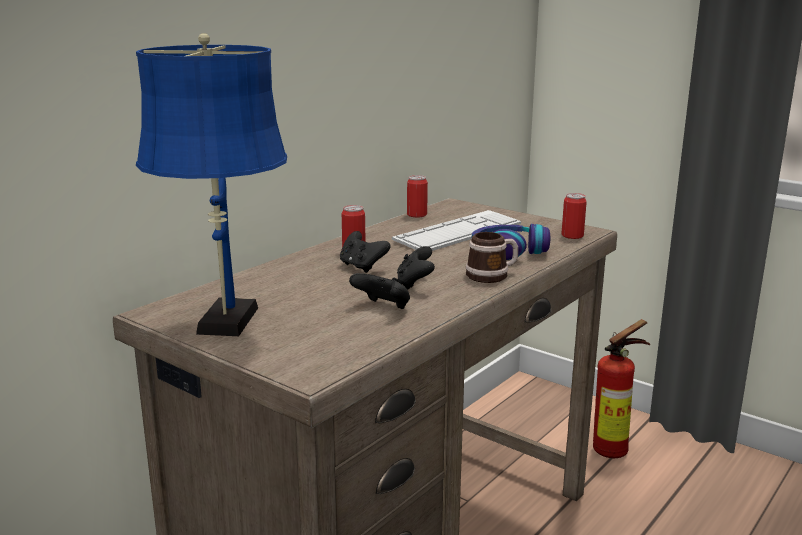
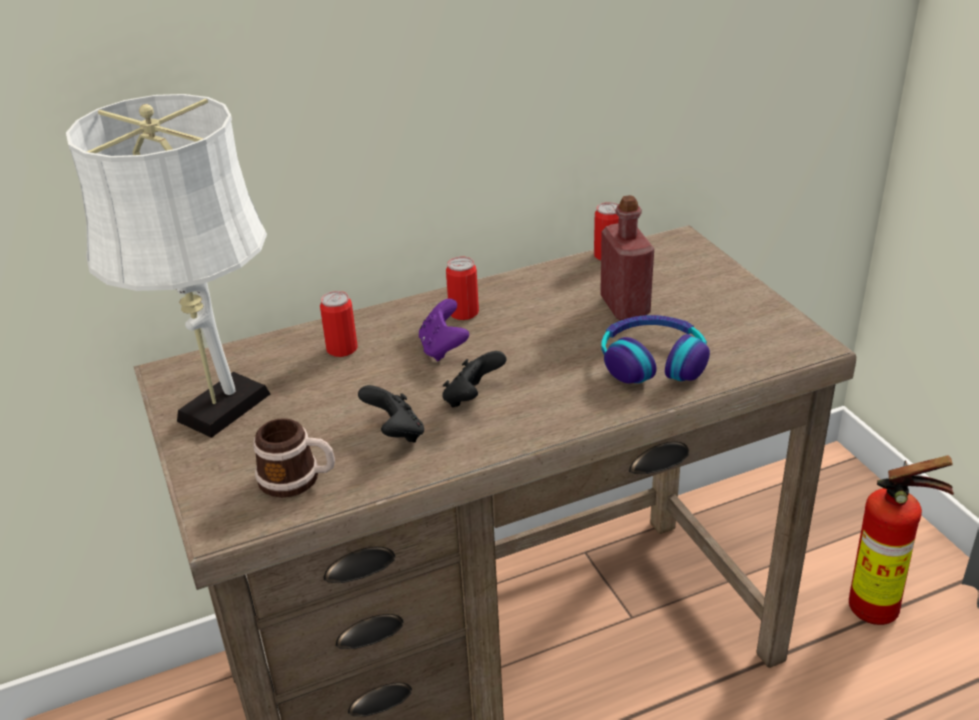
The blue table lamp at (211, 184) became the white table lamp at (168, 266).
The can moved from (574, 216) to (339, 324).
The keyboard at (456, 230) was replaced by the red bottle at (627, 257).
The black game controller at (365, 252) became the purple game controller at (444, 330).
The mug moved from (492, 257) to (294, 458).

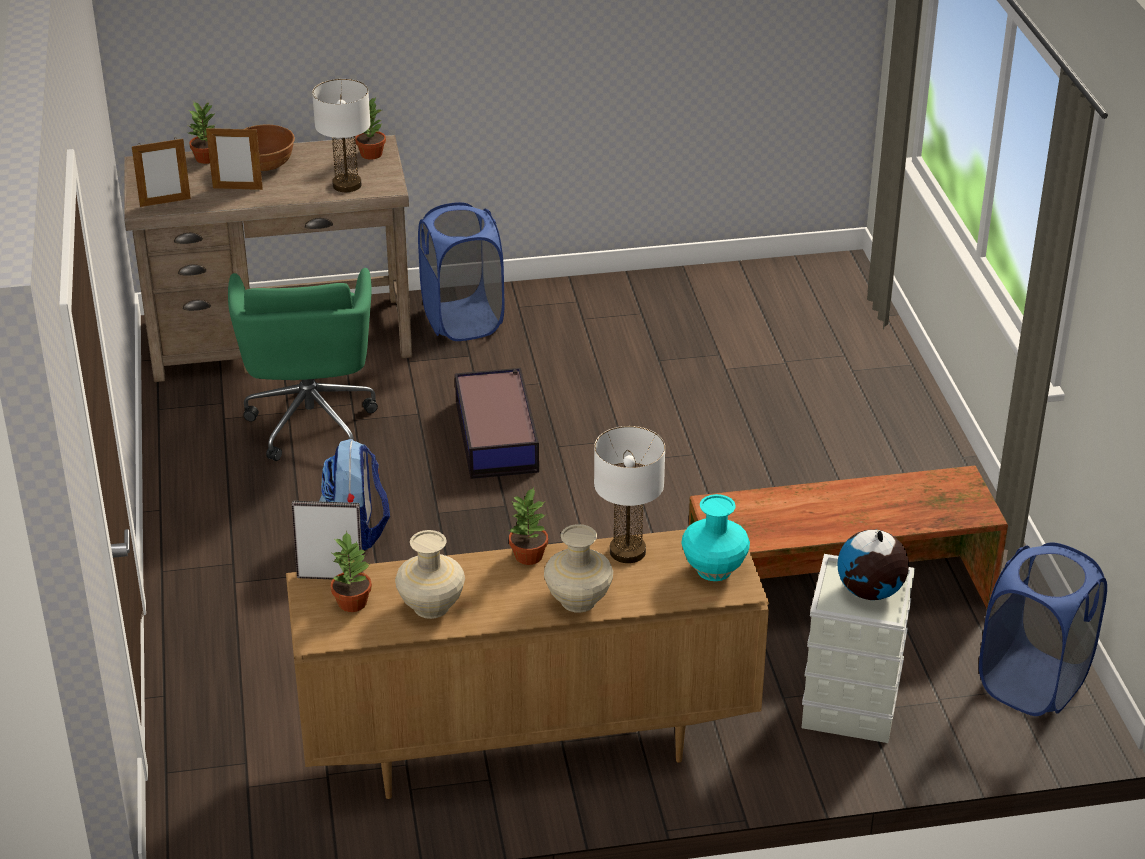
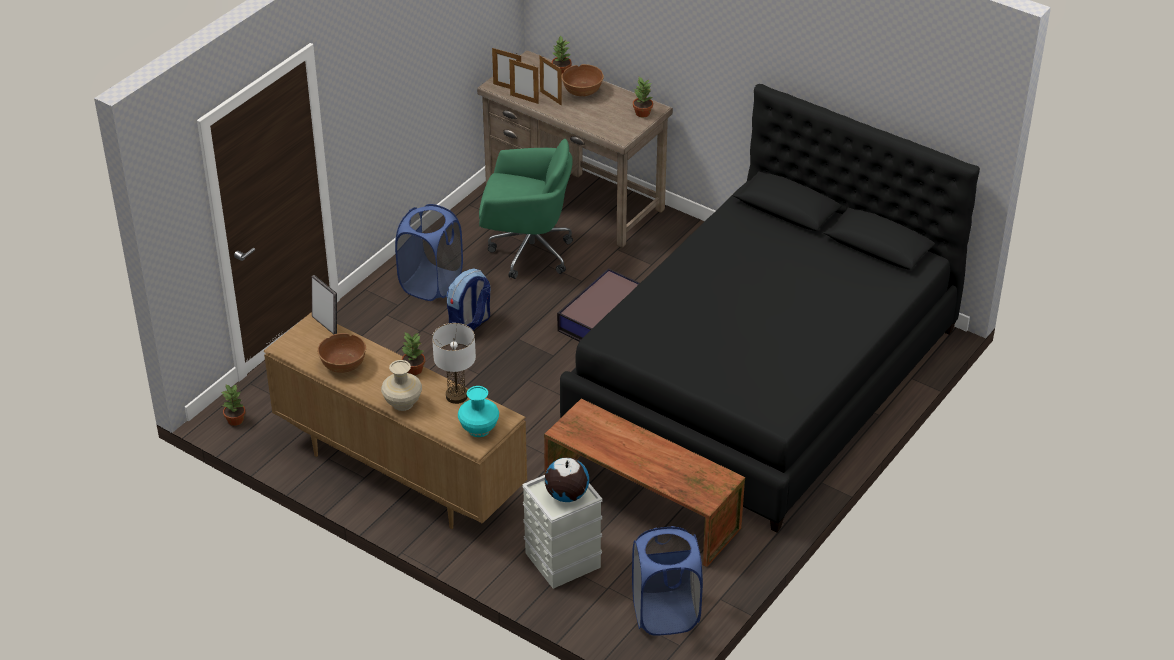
The table lamp at (341, 135) disappeared.
The blue laundry basket moved from (461, 271) to (429, 252).
The green office chair at (303, 364) turned 120 degrees counterclockwise.
The beige vase at (430, 574) was replaced by the brown bowl at (341, 353).
The potted plant moved from (351, 571) to (233, 405).
The picture frame at (524, 81) appeared.
The black bed at (770, 308) appeared.

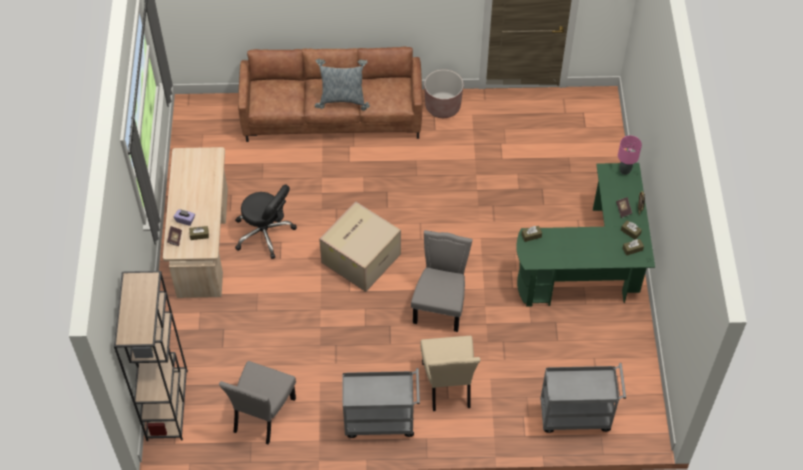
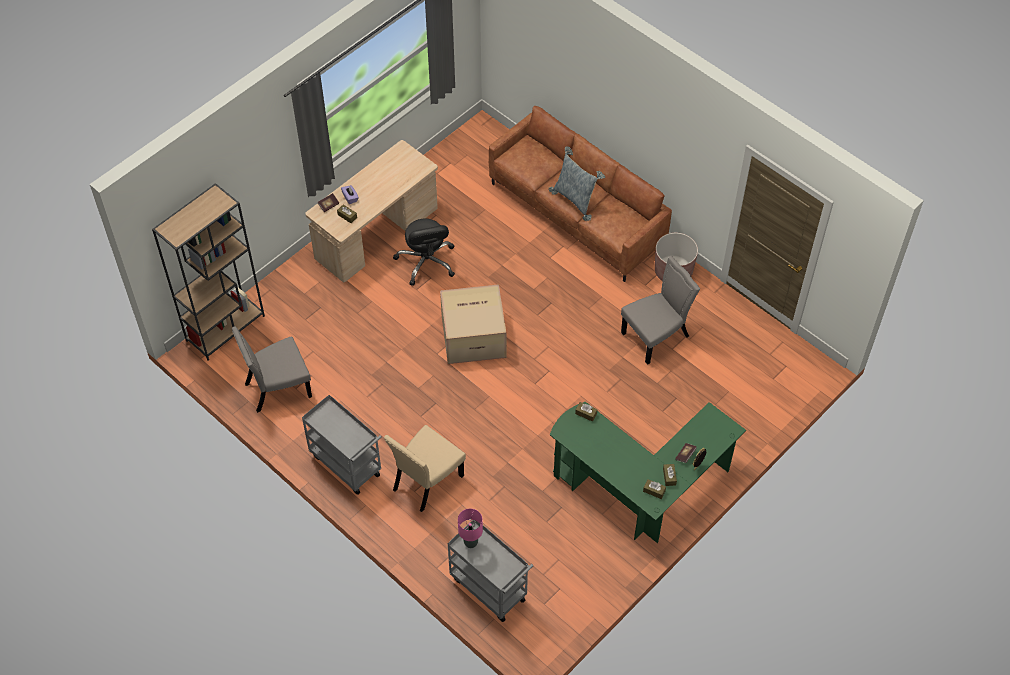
The pink table lamp moved from (630, 155) to (470, 528).
The grey chair moved from (441, 281) to (660, 310).

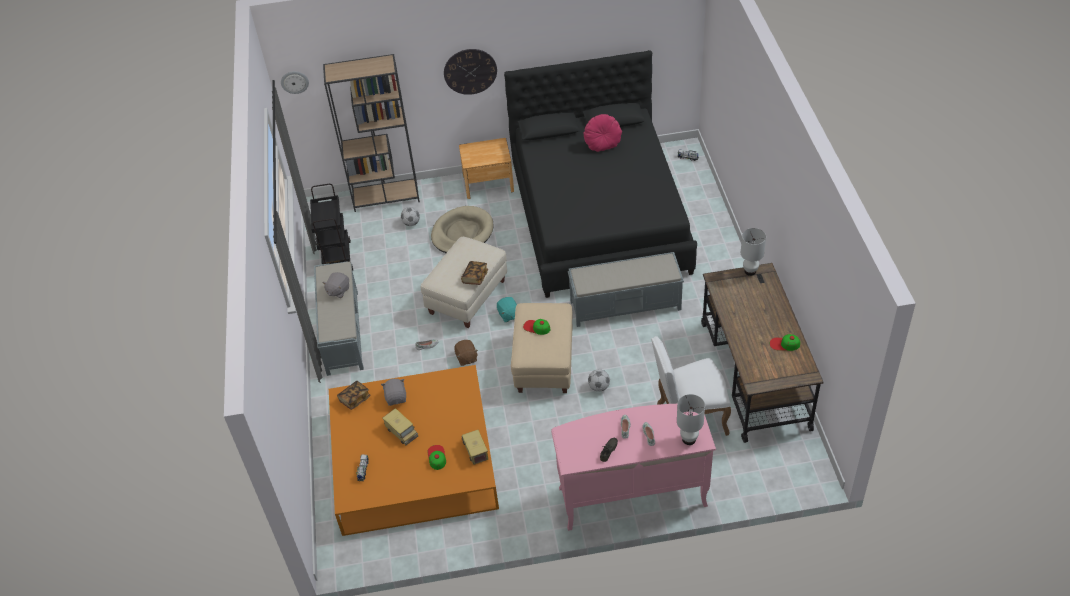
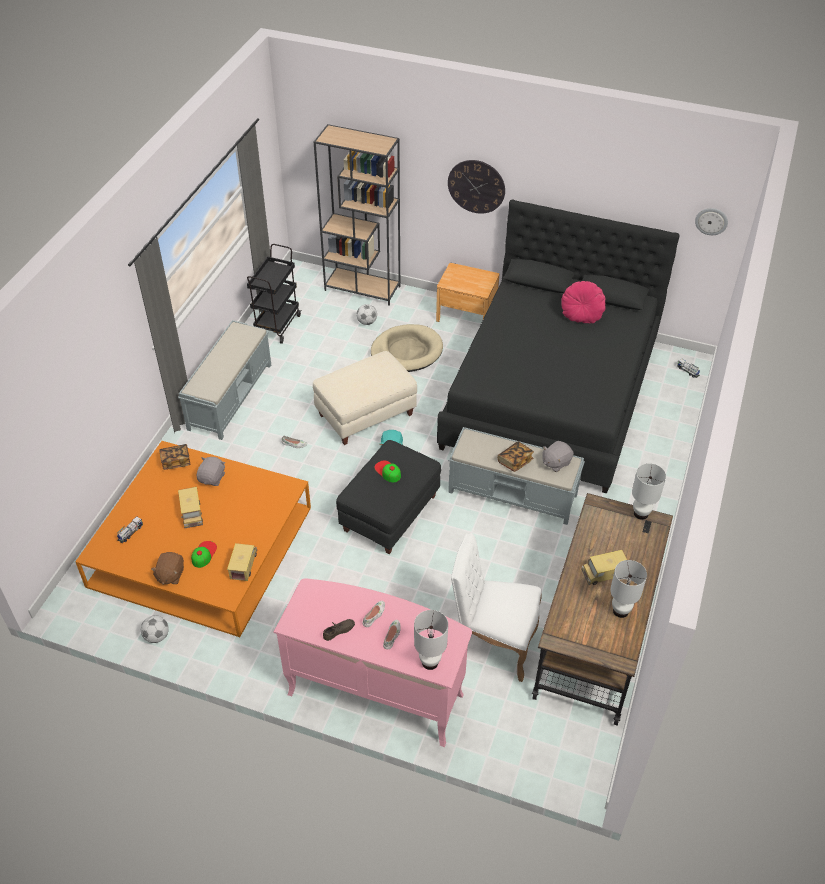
The wall clock moved from (295, 82) to (711, 221).
The book moved from (474, 273) to (516, 457).
The grey plush toy moved from (335, 285) to (558, 456).
The beige ottoman at (541, 348) became the black ottoman at (388, 497).
The cap at (785, 342) was replaced by the white table lamp at (628, 589).
The brown plush toy moved from (466, 353) to (167, 568).
The football moved from (599, 380) to (155, 629).
The toy truck at (604, 567) appeared.

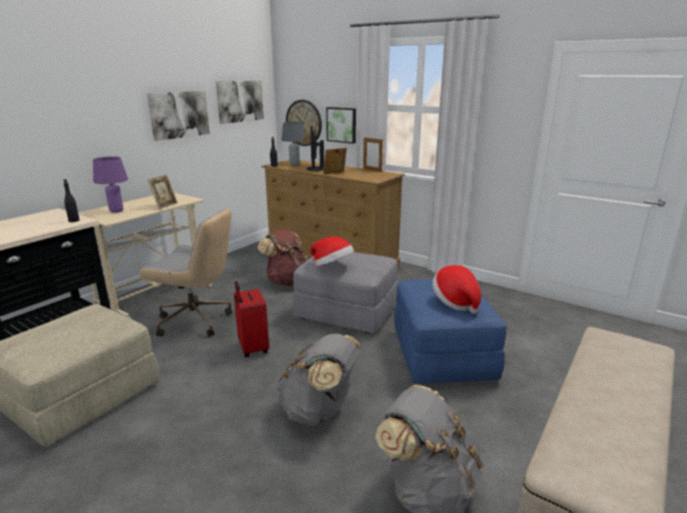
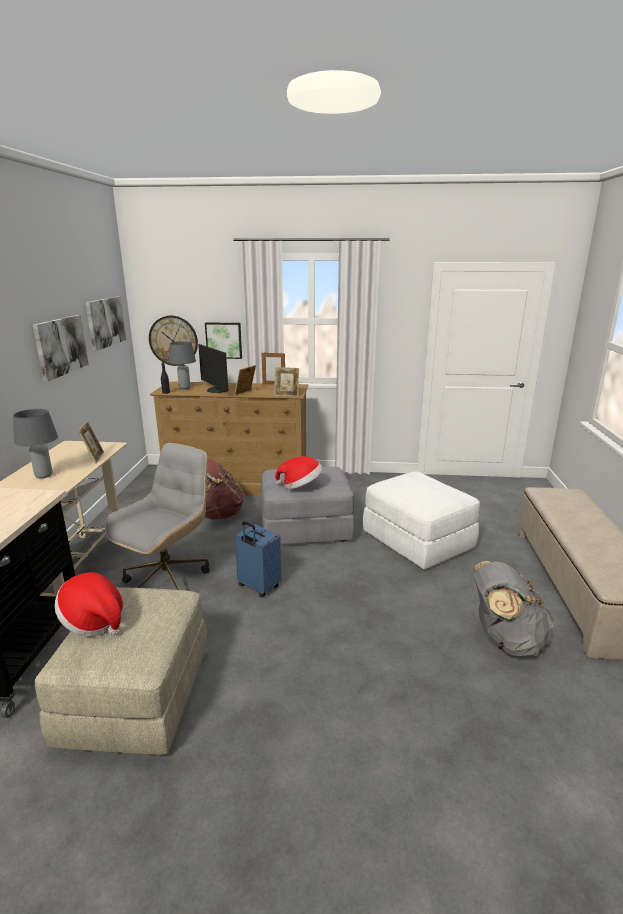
The purple table lamp at (110, 184) became the grey table lamp at (35, 444).
The black bottle at (71, 200) disappeared.
The grey office chair at (185, 273) turned 45 degrees counterclockwise.
The hat moved from (456, 289) to (89, 604).
The blue ottoman at (450, 331) became the white ottoman at (421, 520).
The red suitcase at (251, 319) became the blue suitcase at (258, 559).
The grey backpack at (318, 379) disappeared.
The picture frame at (286, 382) appeared.

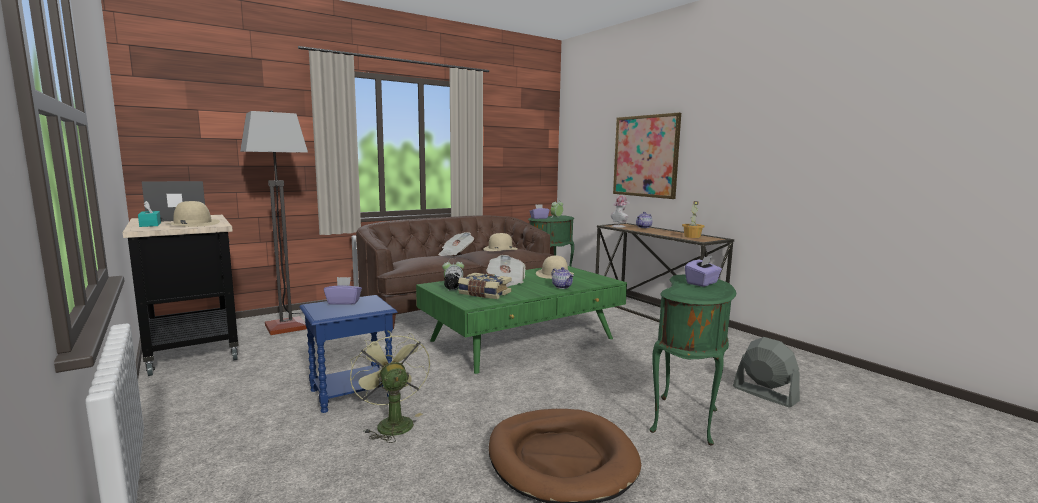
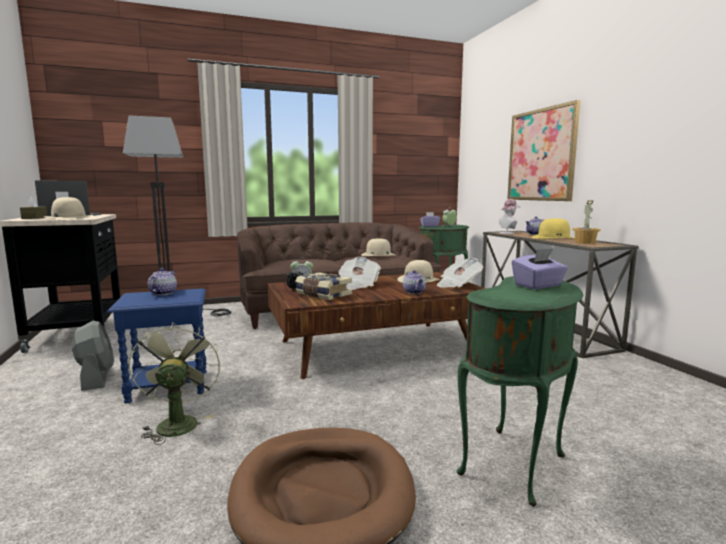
The turquoise tissue box at (149, 214) became the brown tissue box at (34, 207).
The newspaper moved from (456, 244) to (460, 273).
The green coffee table at (521, 320) became the brown coffee table at (377, 325).
The purple tissue box at (343, 291) was replaced by the teapot at (162, 281).
The grey fan moved from (766, 372) to (92, 356).
The yellow hat at (553, 228) appeared.

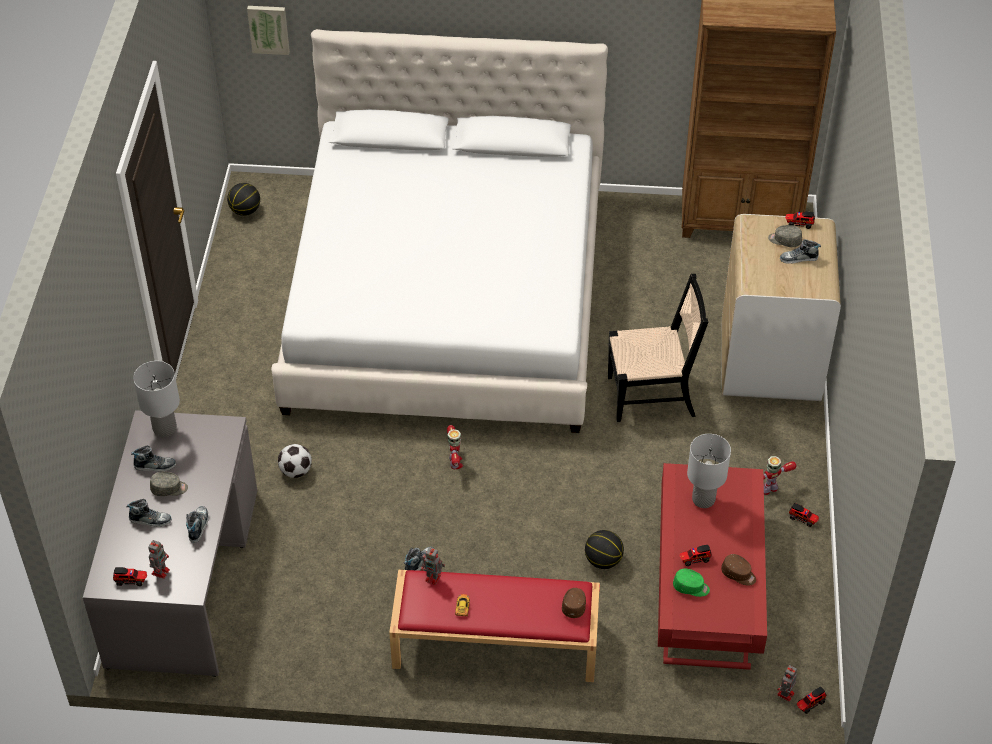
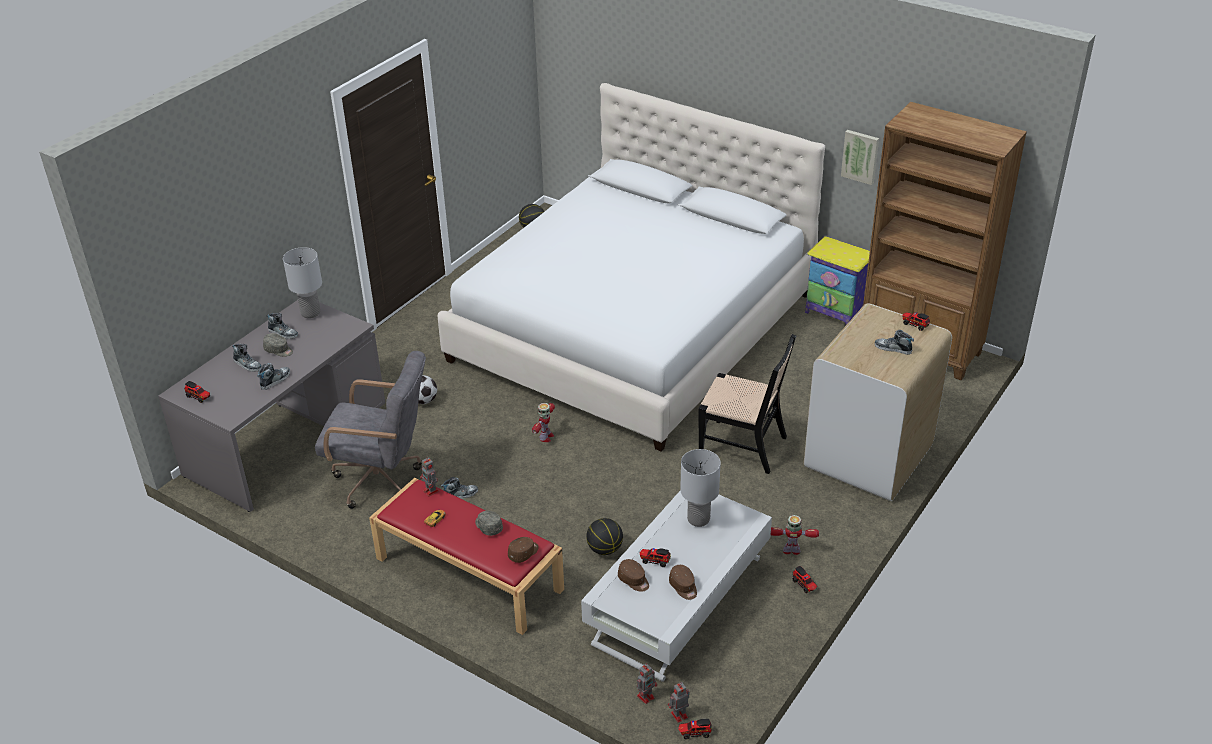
The picture moved from (268, 30) to (860, 157).
The grey cap moved from (785, 236) to (489, 523).
The red coffee table at (712, 566) became the white coffee table at (676, 586).
The toy robot moved from (159, 559) to (647, 684).
The green cap at (691, 582) became the brown cap at (633, 575).
The nightstand at (837, 281) appeared.
The grey office chair at (370, 430) appeared.

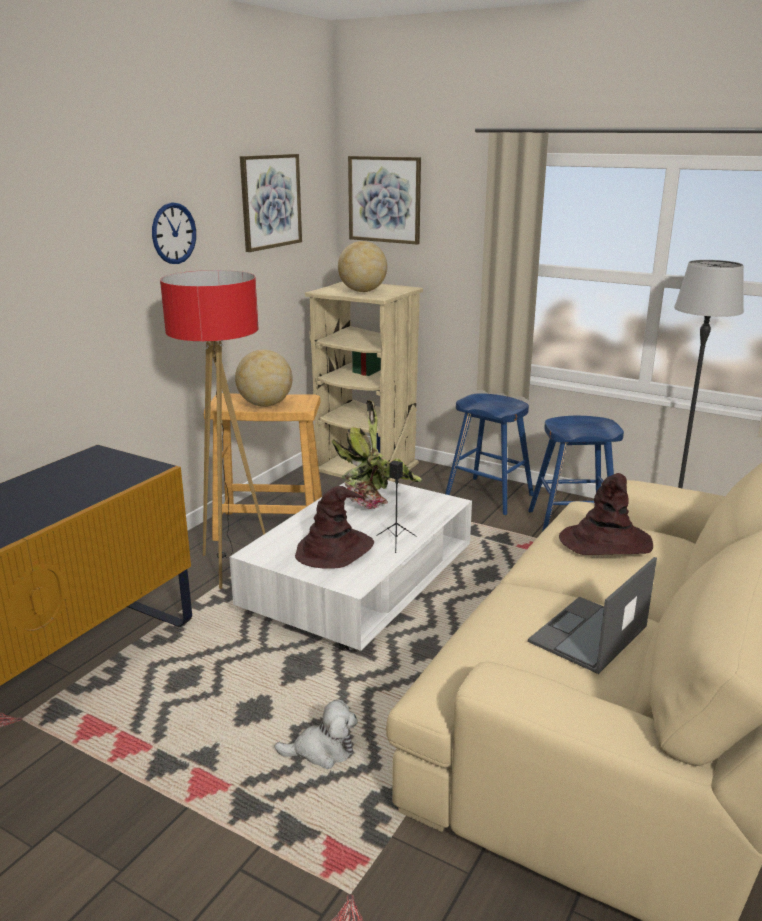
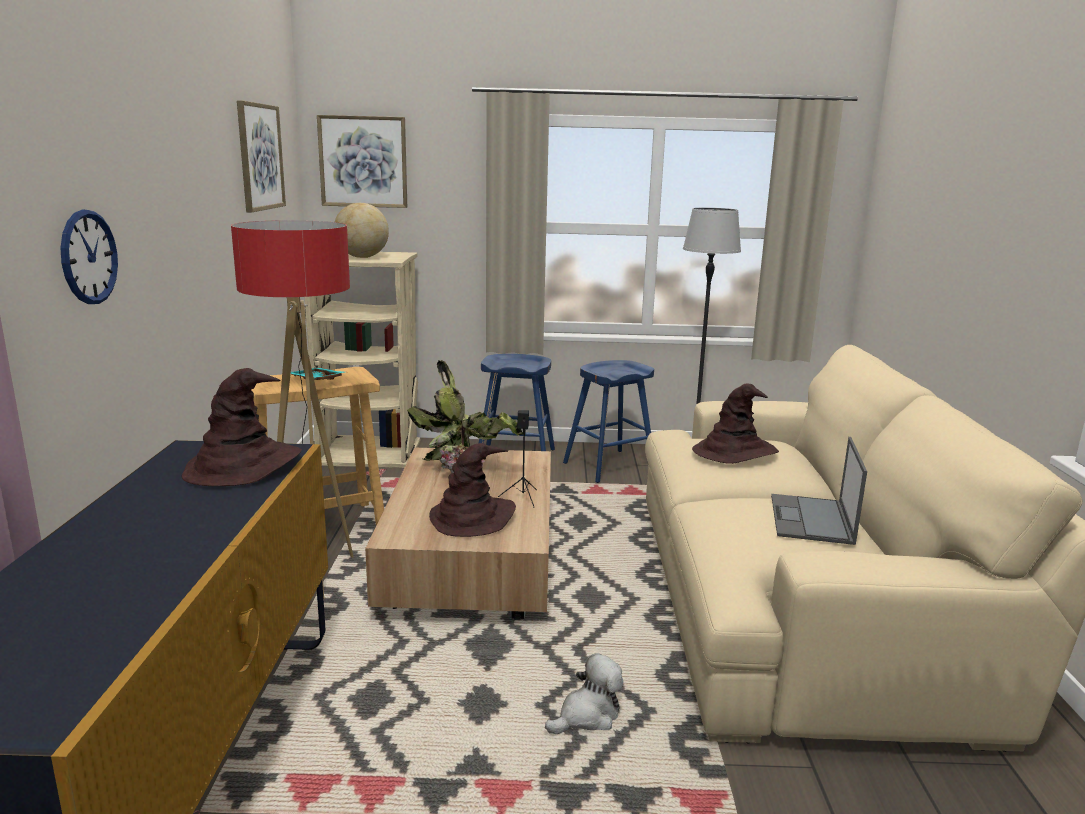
The wall clock moved from (174, 233) to (89, 257).
The globe at (263, 378) was replaced by the turquoise tray at (318, 374).
The white coffee table at (350, 564) became the brown coffee table at (458, 534).
The brown hat at (241, 427) appeared.

